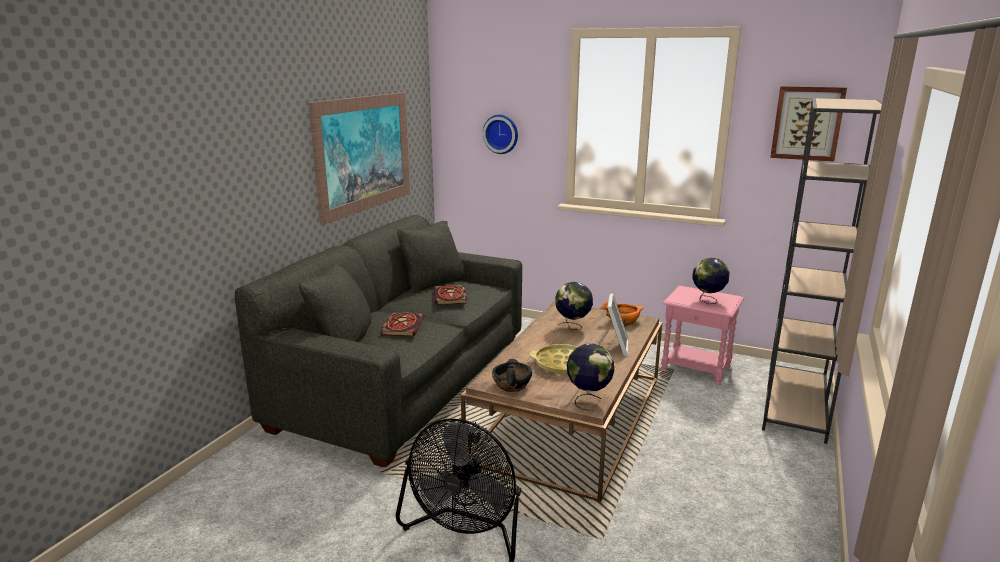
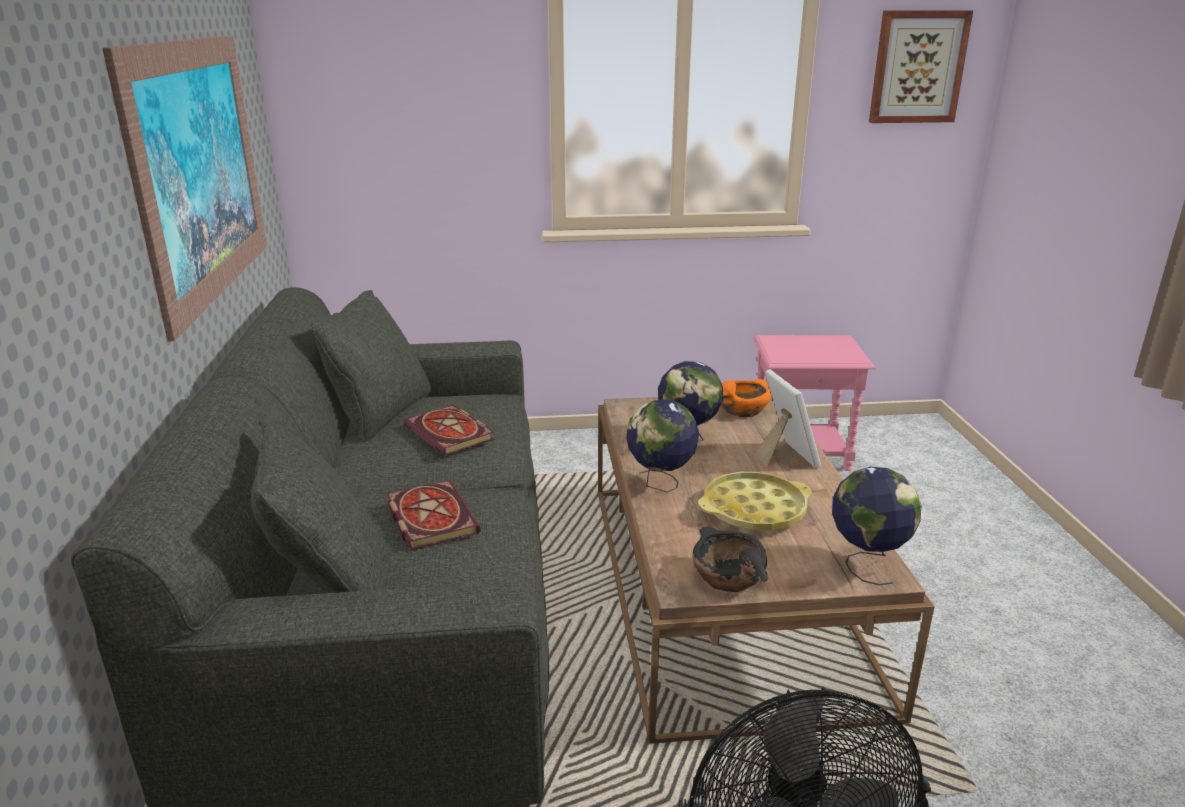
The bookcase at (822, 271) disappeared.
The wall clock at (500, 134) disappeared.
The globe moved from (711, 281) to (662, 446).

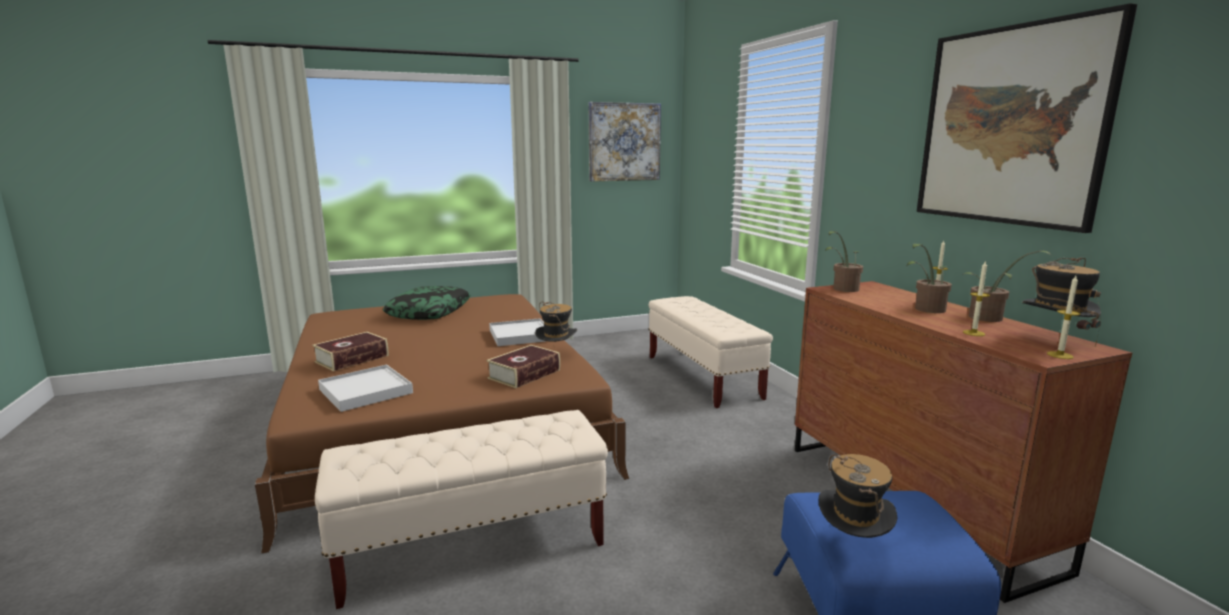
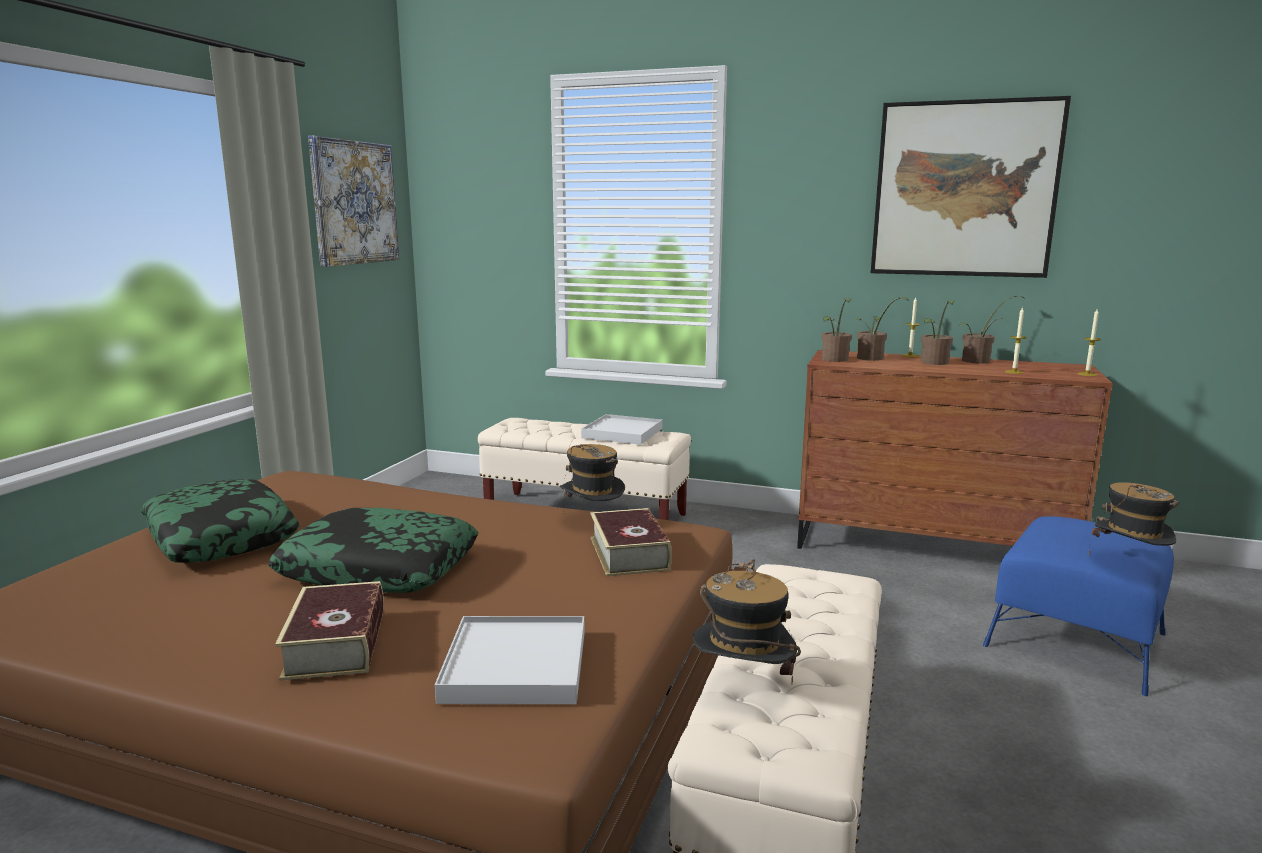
The hat moved from (1061, 301) to (747, 621).
The white tray moved from (517, 332) to (621, 429).
The potted plant at (882, 329) appeared.
The pillow at (373, 550) appeared.

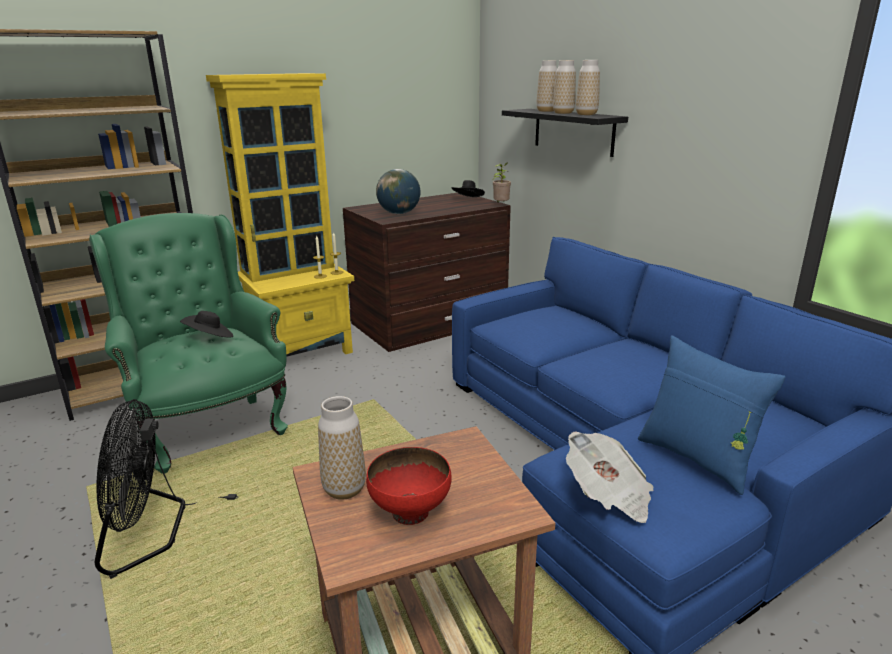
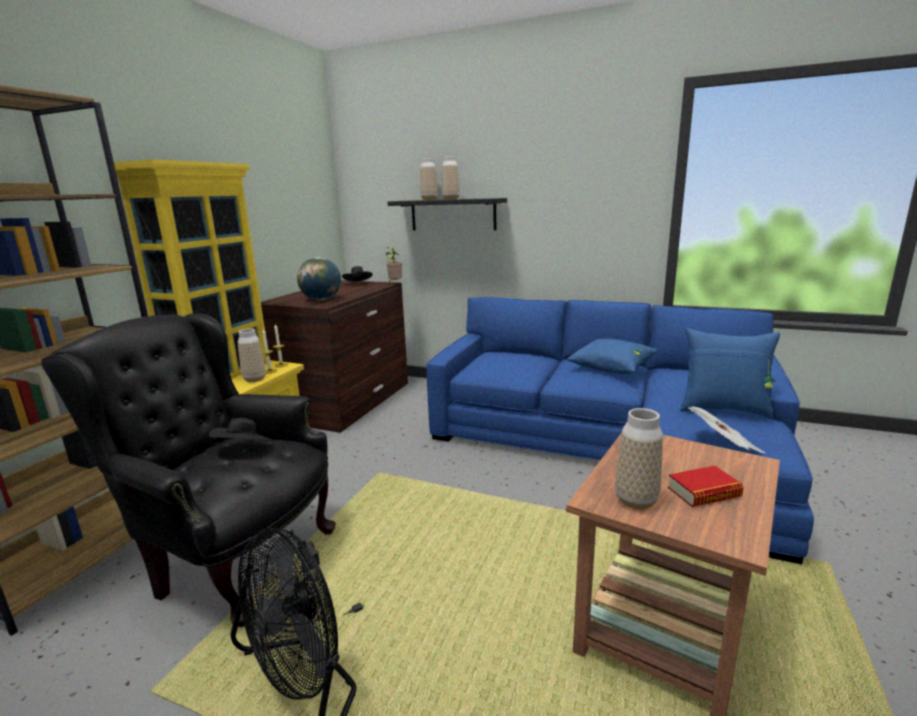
The vase moved from (588, 87) to (252, 355).
The green armchair at (188, 343) became the black armchair at (188, 470).
The red bowl at (409, 486) was replaced by the book at (706, 486).
The blue pillow at (612, 356) appeared.

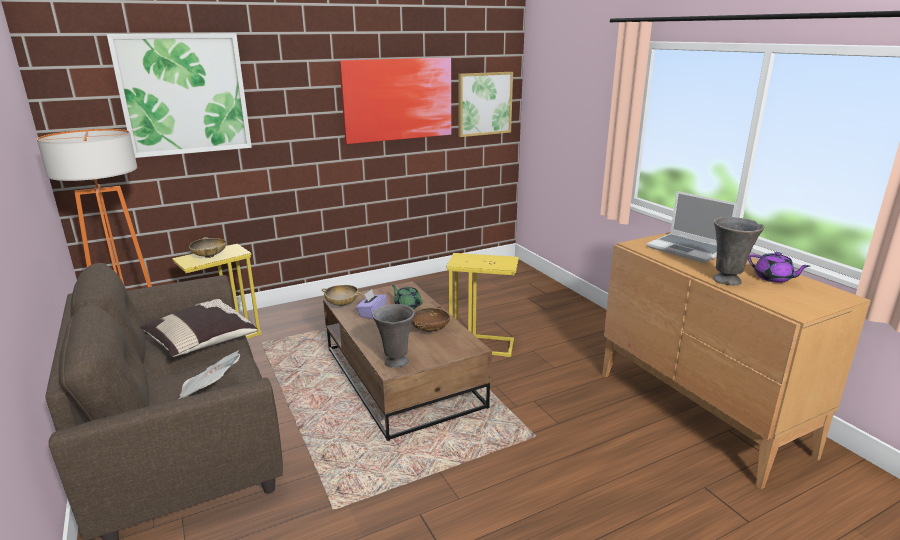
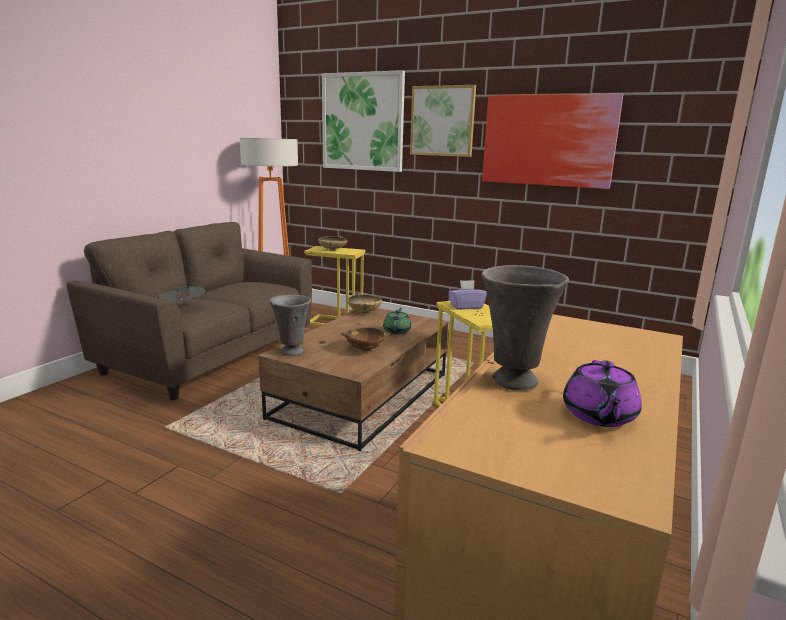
The picture moved from (485, 104) to (443, 121).
The laptop at (692, 227) disappeared.
The purple tissue box moved from (371, 304) to (467, 295).
The pillow at (199, 328) disappeared.

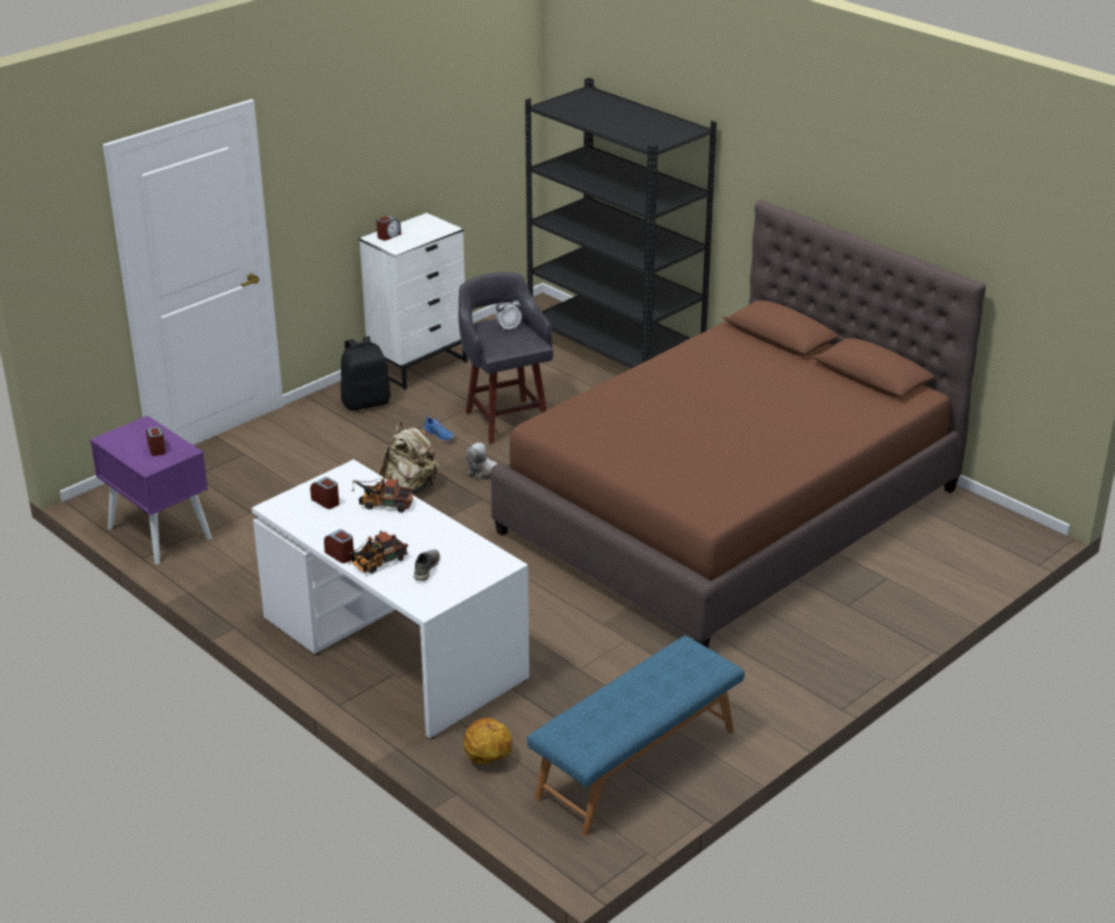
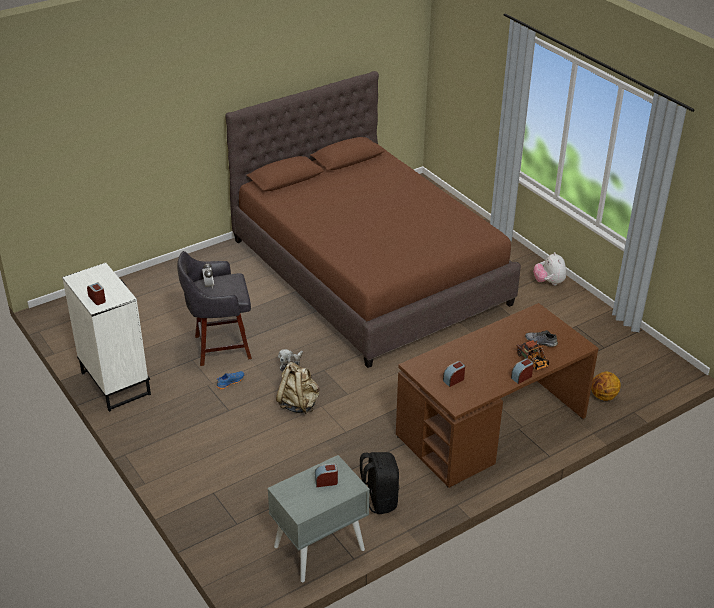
The black bookcase at (621, 223) disappeared.
The black backpack moved from (366, 373) to (379, 483).
The purple nightstand at (151, 490) became the grey nightstand at (318, 518).
The white desk at (390, 598) became the brown desk at (497, 395).
The toy truck at (382, 494) disappeared.
The blue bench at (636, 735) disappeared.
The plush toy at (549, 269) appeared.

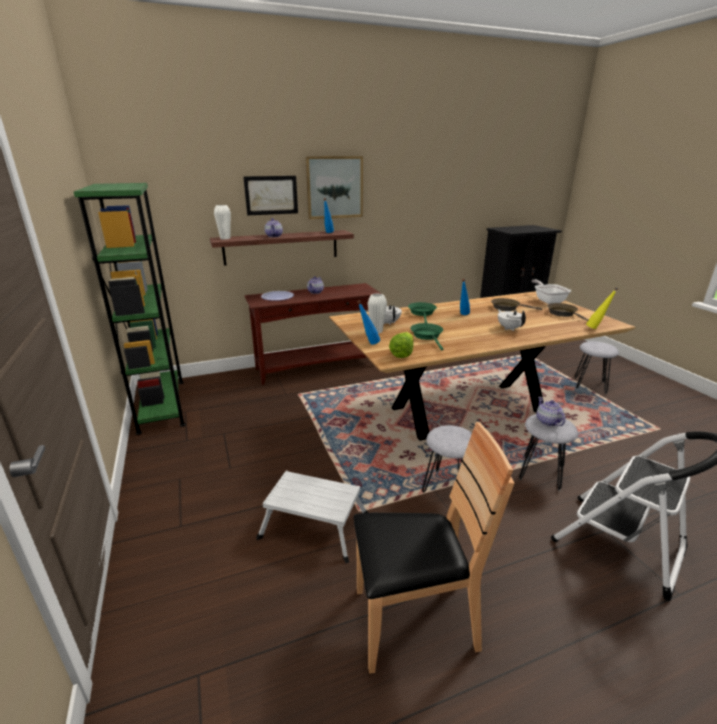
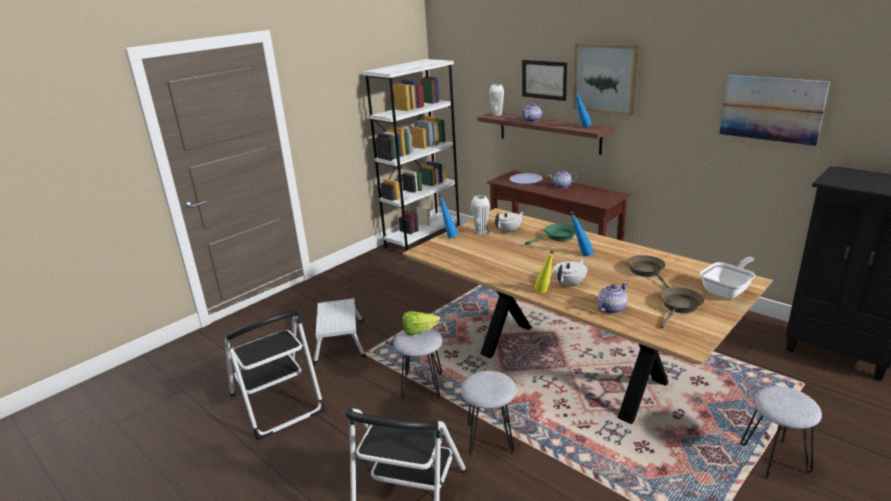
The green bookcase at (130, 309) became the white bookcase at (411, 155).
The yellow bottle moved from (602, 308) to (544, 271).
The green frying pan at (426, 336) disappeared.
The lettuce moved from (401, 345) to (421, 323).
The teapot moved from (551, 411) to (613, 298).
The brown chair at (433, 548) was replaced by the step ladder at (275, 375).
The picture at (774, 110) appeared.

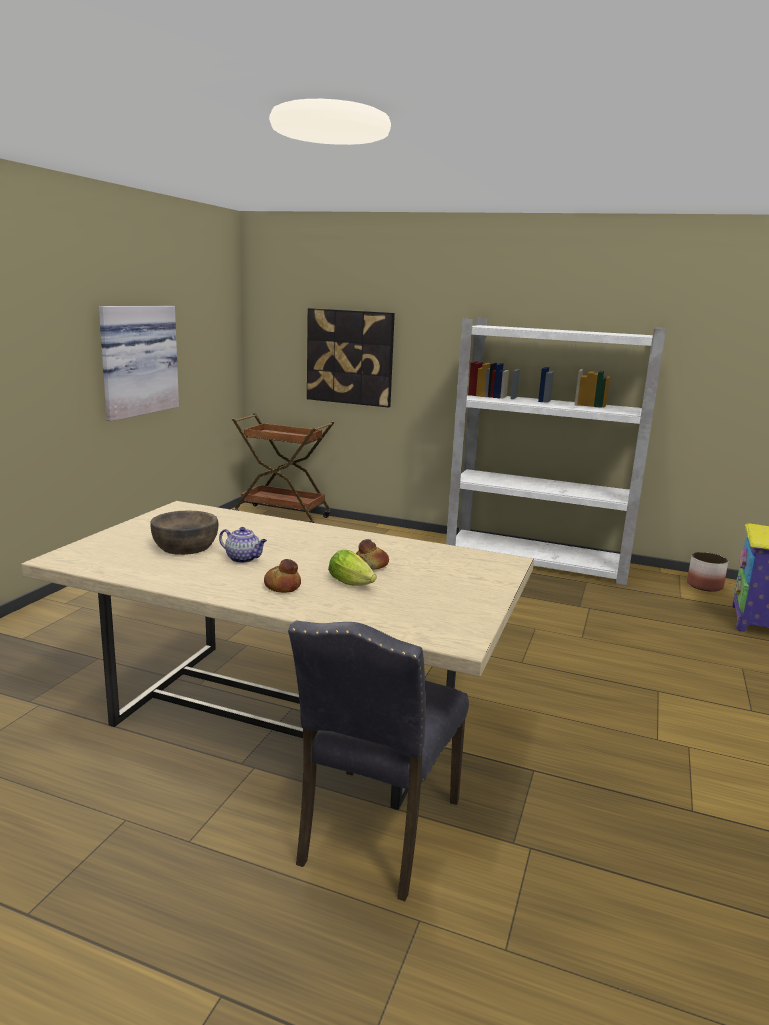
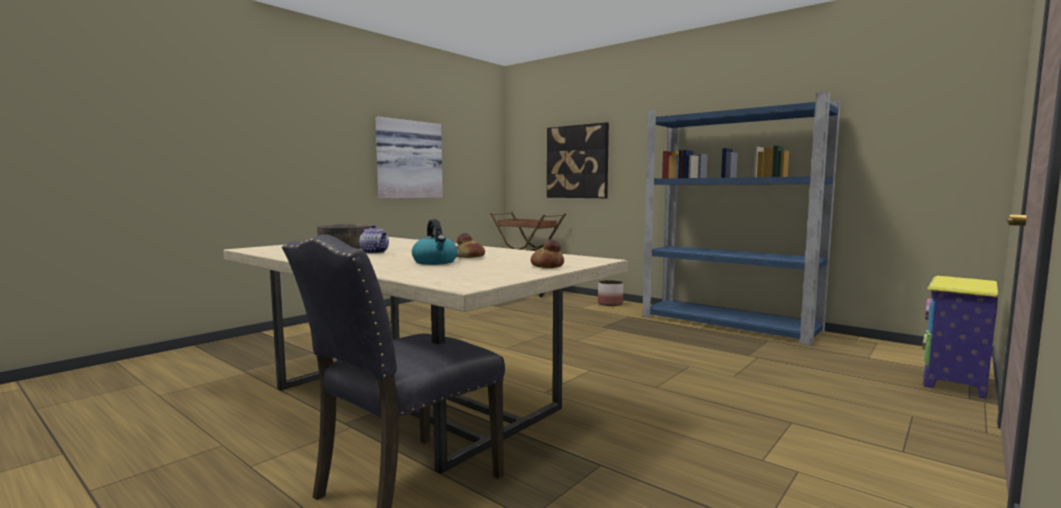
The white bookcase at (556, 451) became the blue bookcase at (741, 218).
The lettuce at (352, 568) was replaced by the kettle at (435, 242).
The planter moved from (707, 572) to (610, 293).
The bread moved from (282, 576) to (547, 253).

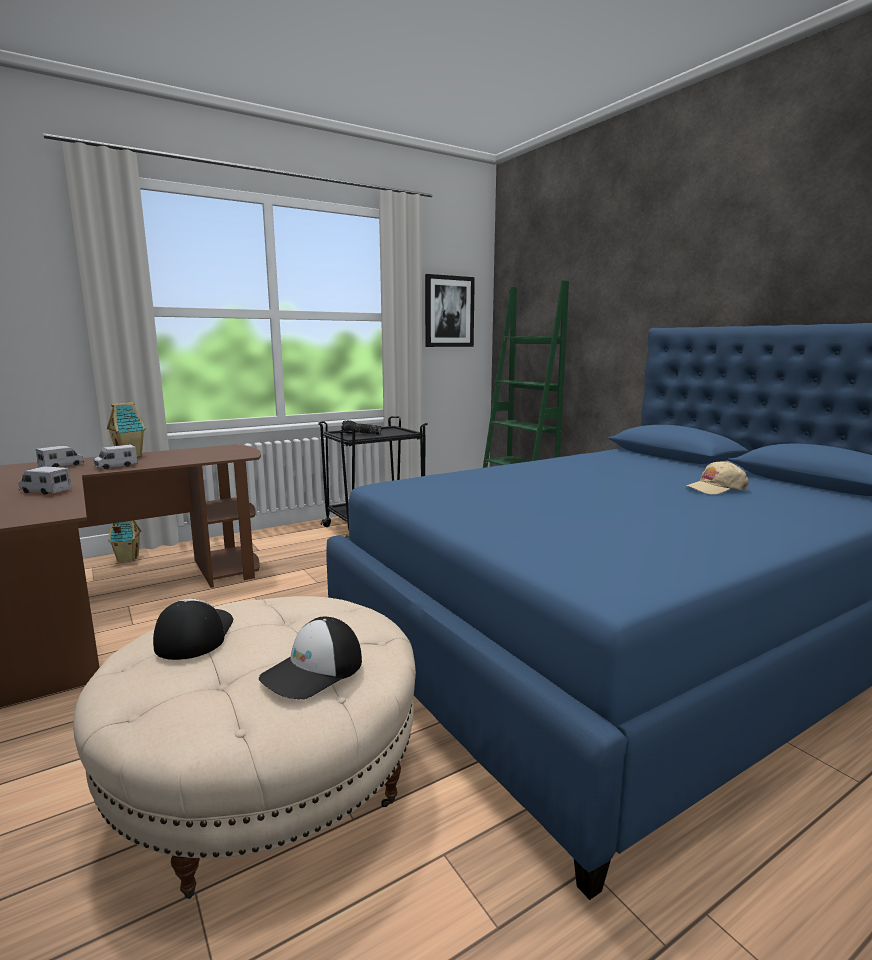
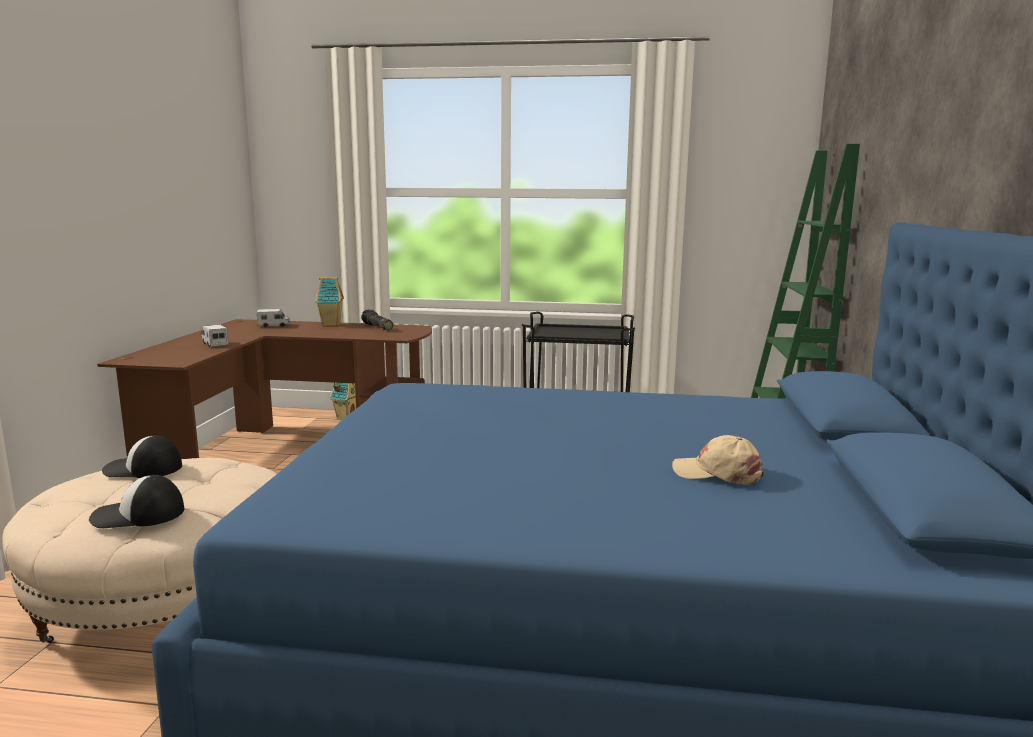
The picture at (450, 310) disappeared.
The flashlight moved from (361, 427) to (377, 320).
The toy truck at (116, 456) disappeared.
The cap at (193, 629) turned 120 degrees counterclockwise.

